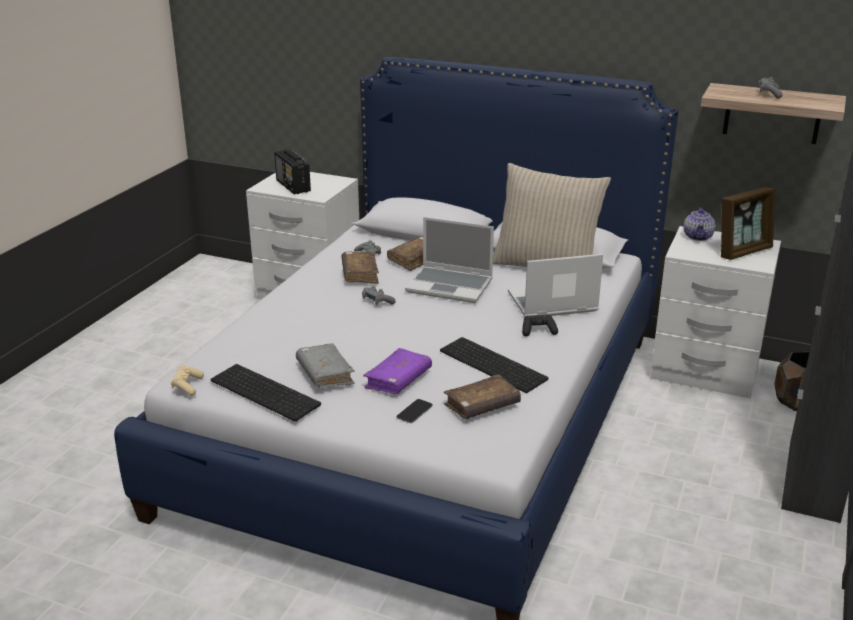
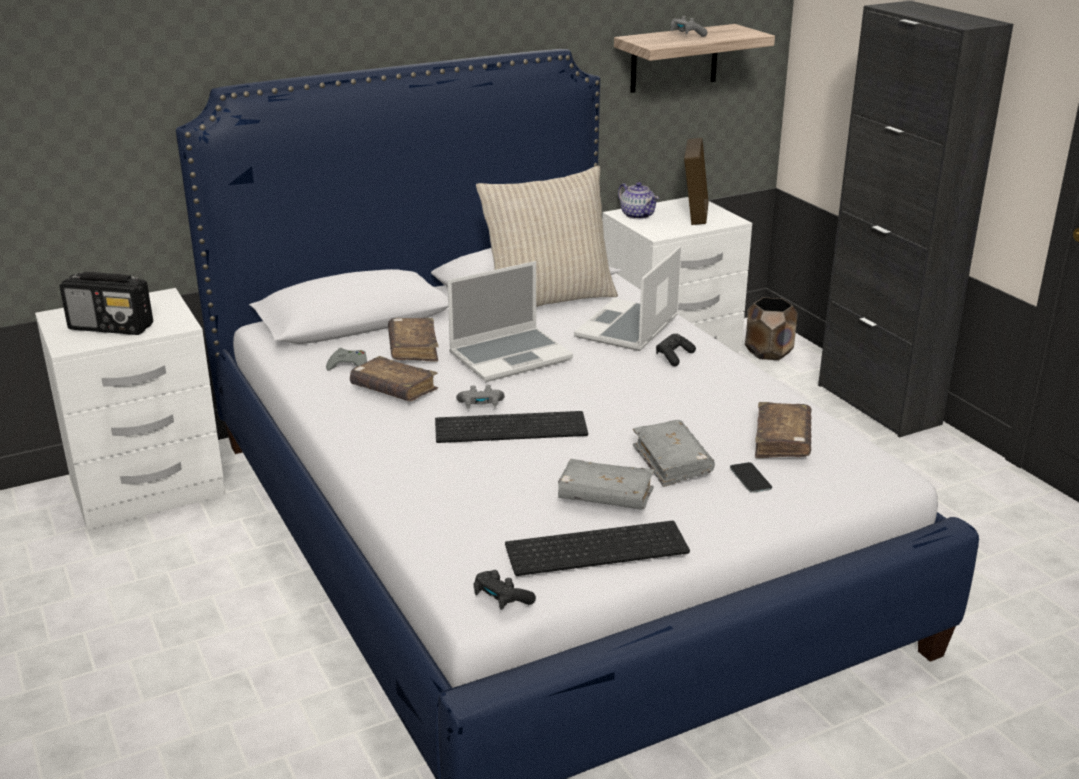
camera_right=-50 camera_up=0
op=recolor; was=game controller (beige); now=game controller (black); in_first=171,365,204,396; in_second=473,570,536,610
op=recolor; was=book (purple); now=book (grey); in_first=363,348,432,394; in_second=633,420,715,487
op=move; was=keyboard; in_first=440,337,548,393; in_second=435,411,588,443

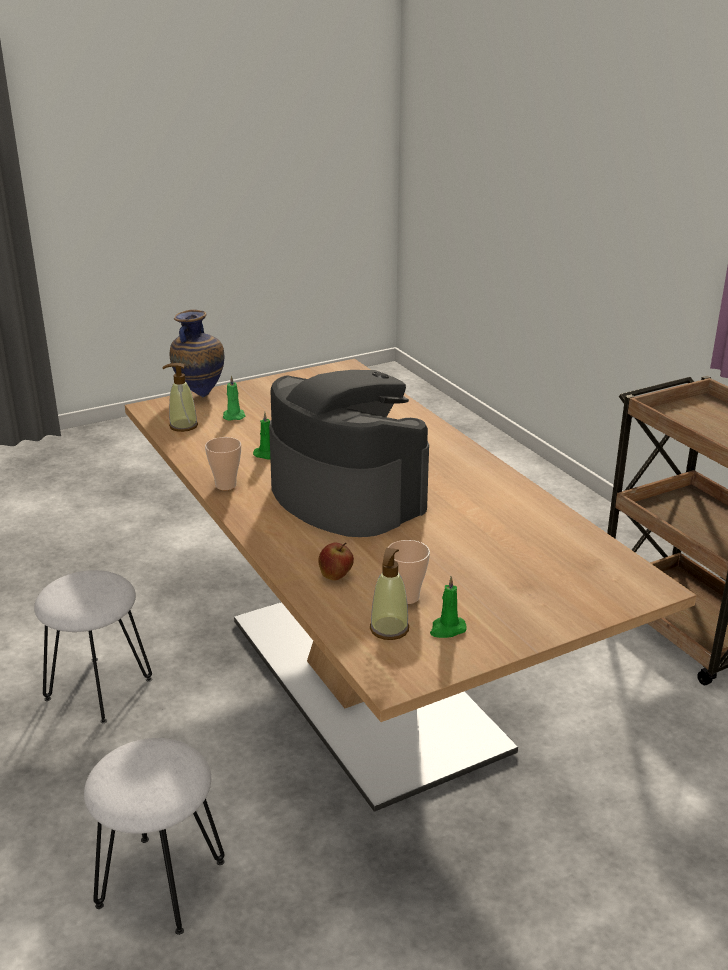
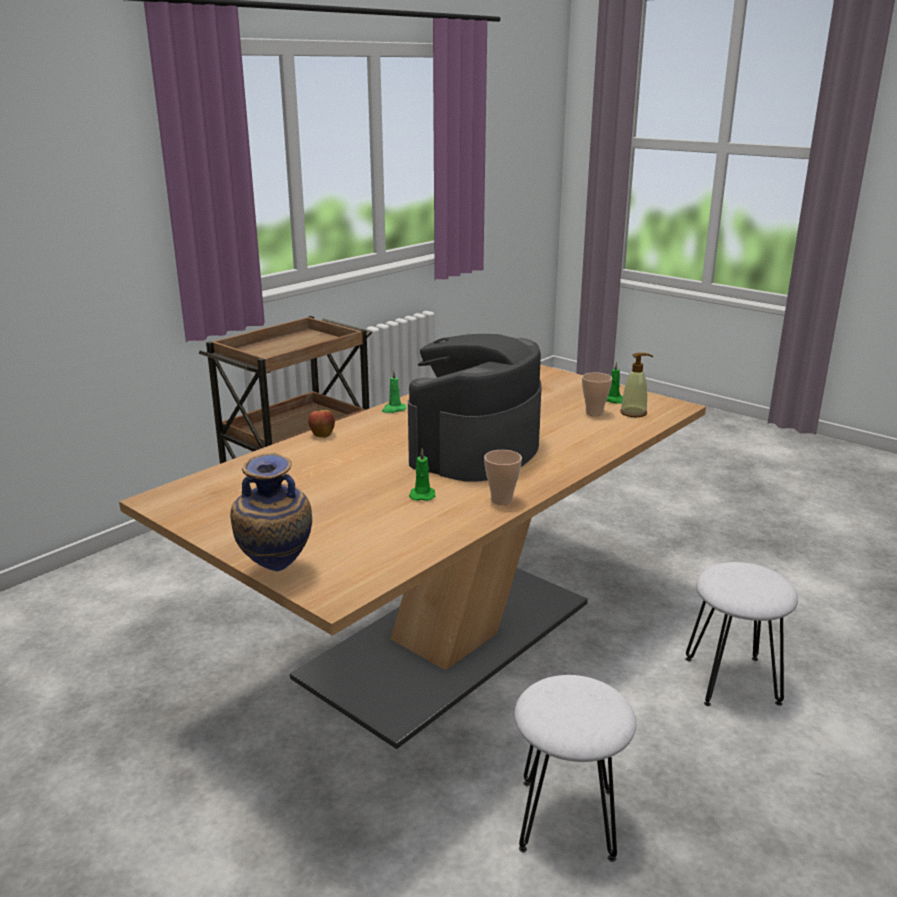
camera_right=-110 camera_up=-5
op=delete; was=soap dispenser; in_first=163,363,198,432
op=move; was=candle (green); in_first=223,375,246,421; in_second=382,370,407,413
op=move; was=apple; in_first=318,543,354,581; in_second=308,405,335,438

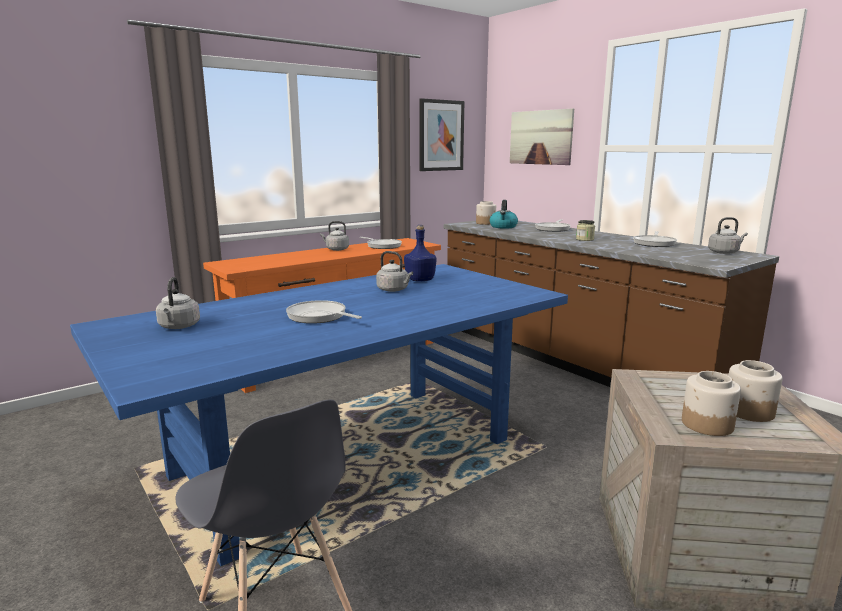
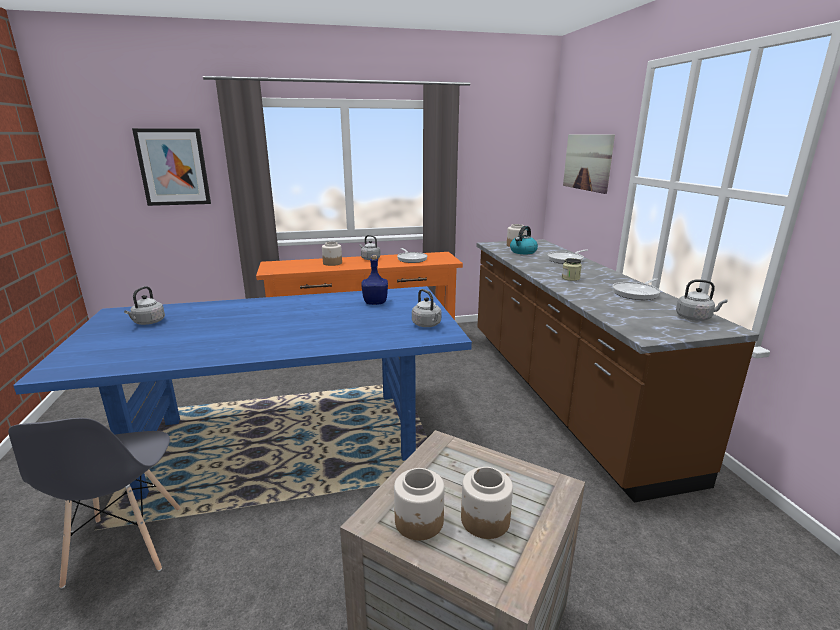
camera_right=25 camera_up=5
op=delete; was=frying pan; in_first=286,300,362,324
op=move; was=kettle (grey); in_first=376,251,413,292; in_second=412,289,441,327
op=move; was=picture; in_first=419,98,465,171; in_second=132,128,211,206
op=insert; now=jar; in_second=322,242,342,266

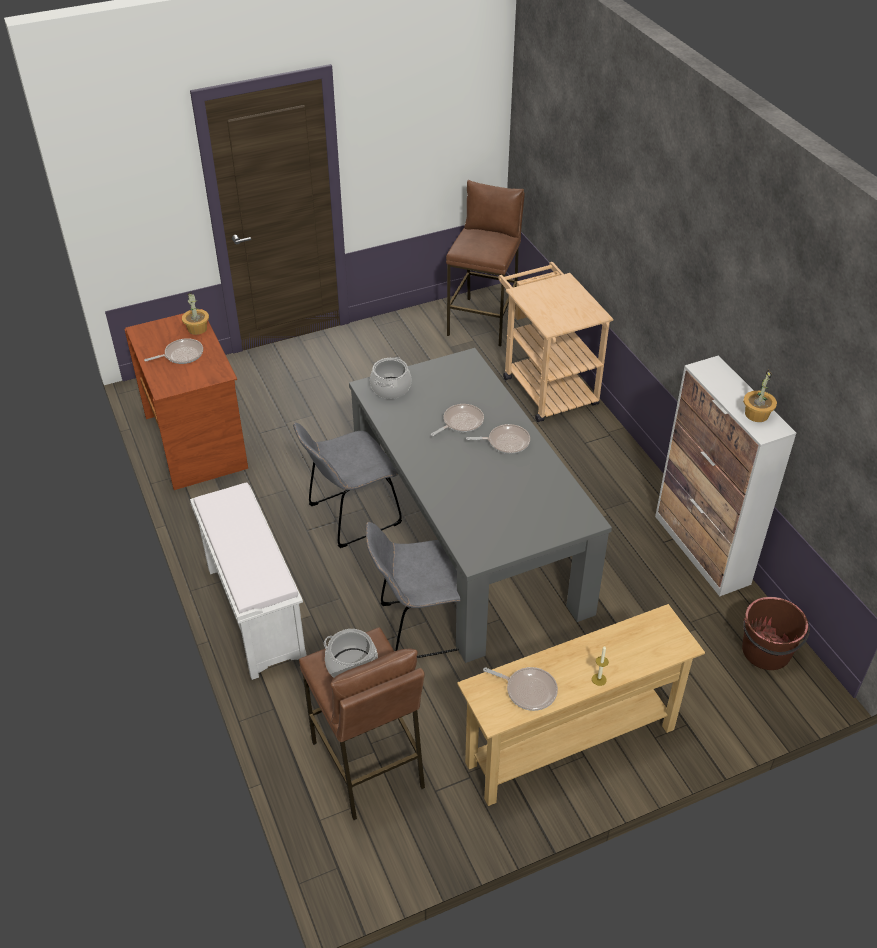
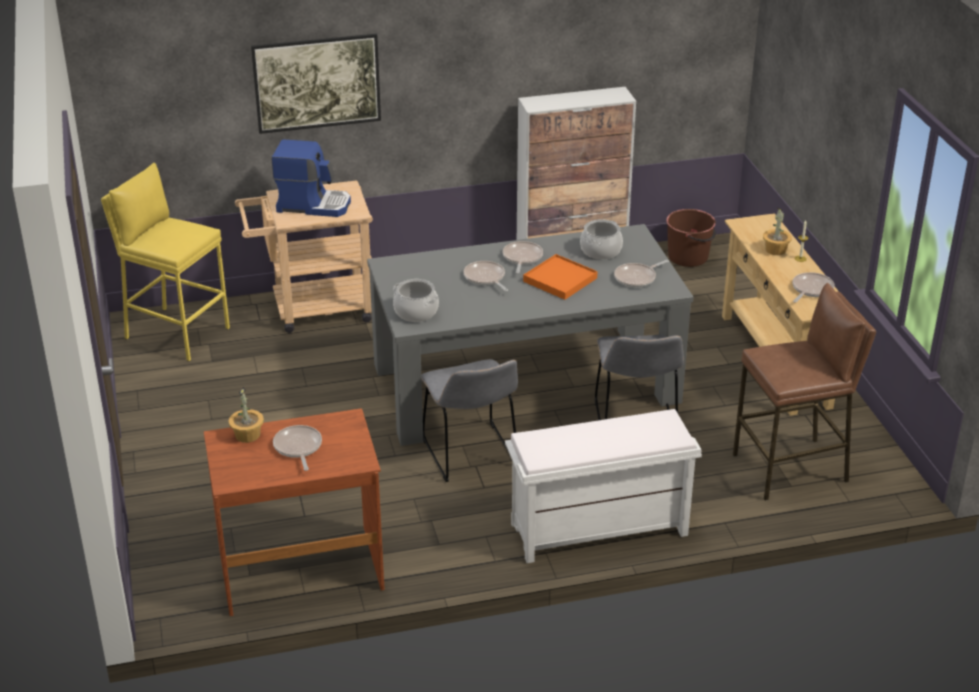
camera_right=-80 camera_up=-10
op=move; was=cooking pot; in_first=324,629,378,678; in_second=580,219,623,259
op=recolor; was=stool (brown); now=stool (yellow); in_first=446,180,525,346; in_second=101,163,230,361
op=move; was=potted plant; in_first=743,370,777,422; in_second=763,207,792,255
op=insert; now=picture; in_second=251,34,381,134
op=insert; now=coffee machine; in_second=272,139,351,217
op=insert; now=tray (orange); in_second=523,254,598,300
op=insert; now=frying pan; in_second=614,260,669,288

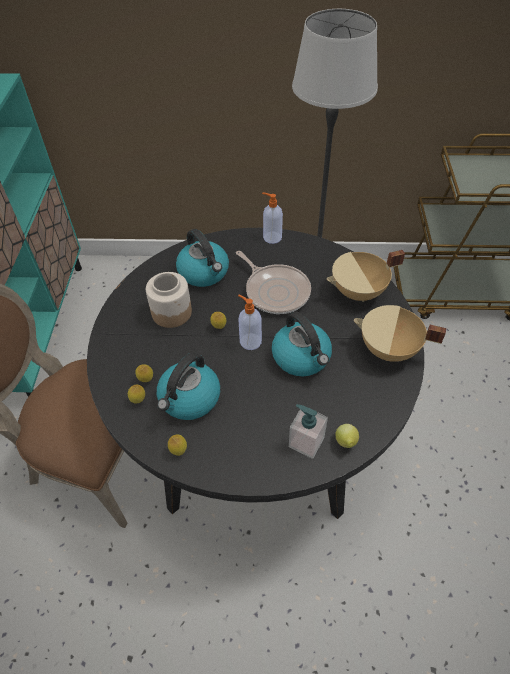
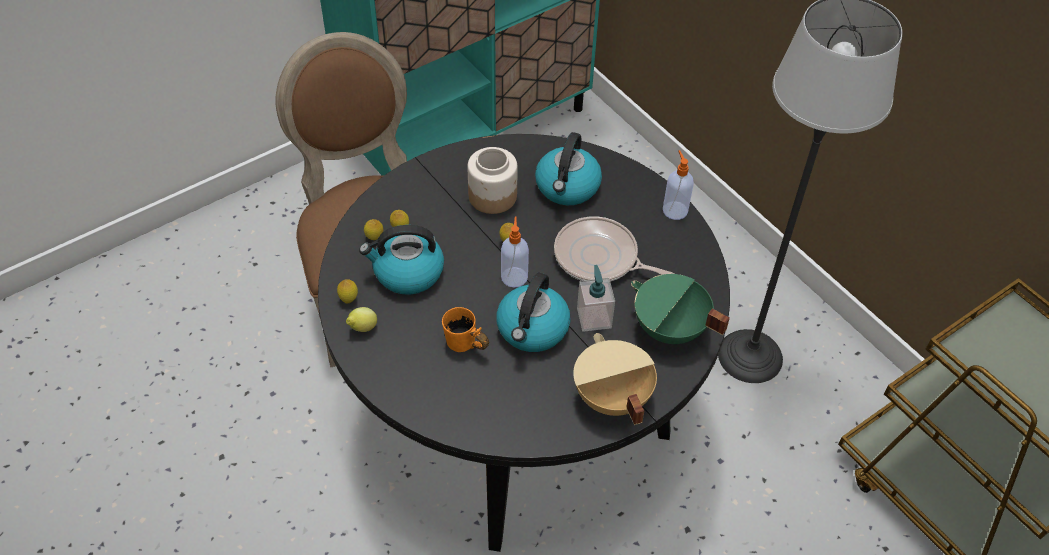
camera_right=50 camera_up=0
op=rotate; was=frying pan; in_first=236,251,311,314; in_second=554,217,674,282; clockwise=105
op=move; was=soap dispenser; in_first=289,404,328,459; in_second=577,265,615,332
op=recolor; was=cooking pot (beige); now=cooking pot (green); in_first=327,250,405,302; in_second=631,274,730,344
op=move; was=lemon; in_first=335,424,359,448; in_second=346,307,377,332
op=insert; now=mug (orange); in_second=442,307,489,352

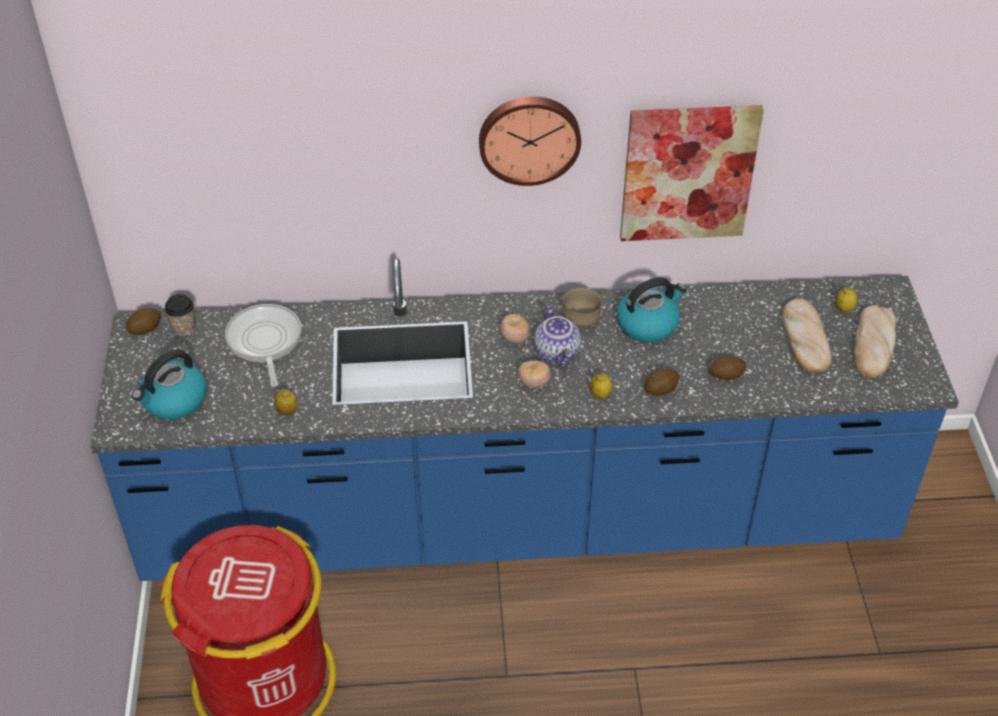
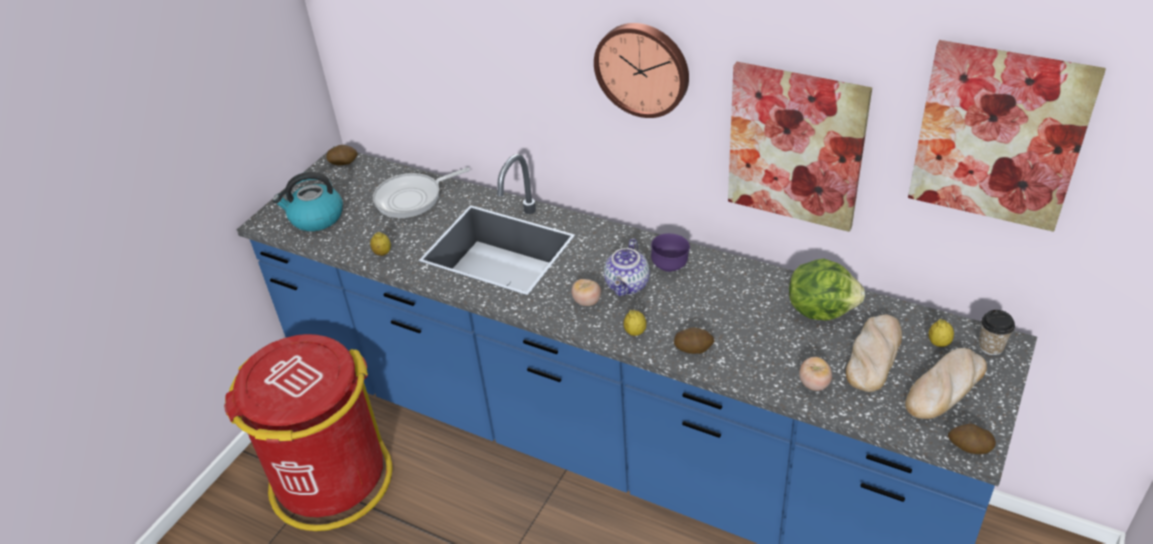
camera_right=35 camera_up=-5
op=move; was=cup; in_first=165,294,195,336; in_second=979,310,1015,355
op=rotate; was=frying pan; in_first=225,304,302,387; in_second=373,168,470,218; clockwise=-135
op=move; was=tomato; in_first=500,314,530,344; in_second=799,357,832,391
op=recolor; was=bowl (brown); now=bowl (purple); in_first=563,288,602,327; in_second=651,233,690,272
op=delete; was=kettle; in_first=617,277,687,343
op=move; was=potato; in_first=709,356,746,380; in_second=948,424,996,454
op=insert; now=lettuce; in_second=789,258,865,320
op=insert; now=picture; in_second=908,40,1106,232

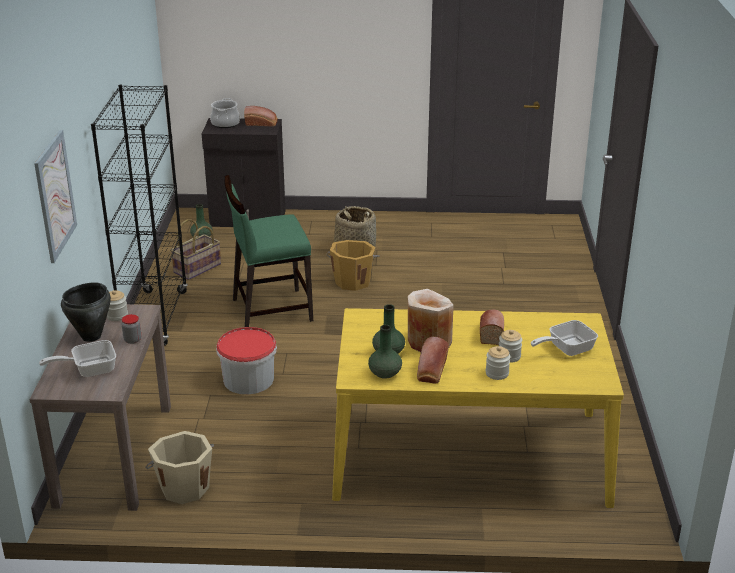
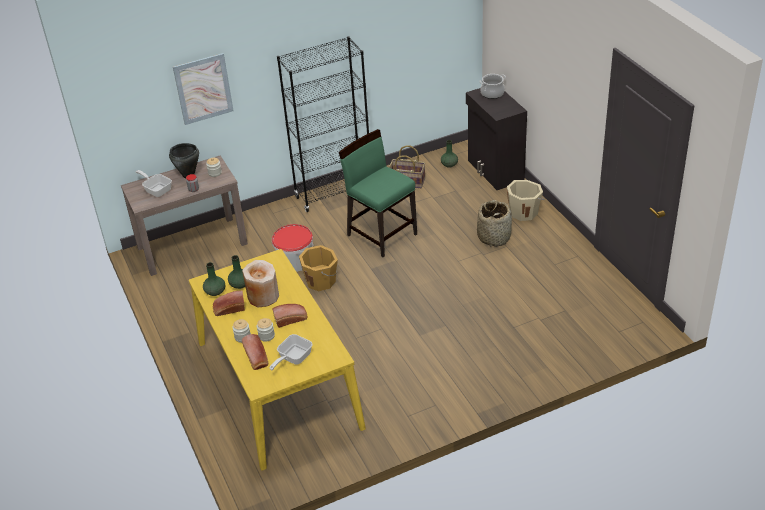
camera_right=65 camera_up=10
op=move; was=bucket (beige); in_first=145,431,214,504; in_second=507,180,545,221
op=move; was=bread; in_first=244,106,278,127; in_second=242,334,268,370
op=move; was=bucket (orange); in_first=326,240,380,291; in_second=299,245,338,291
op=rotate; was=frying pan; in_first=531,320,598,356; in_second=269,334,312,370; clockwise=-90

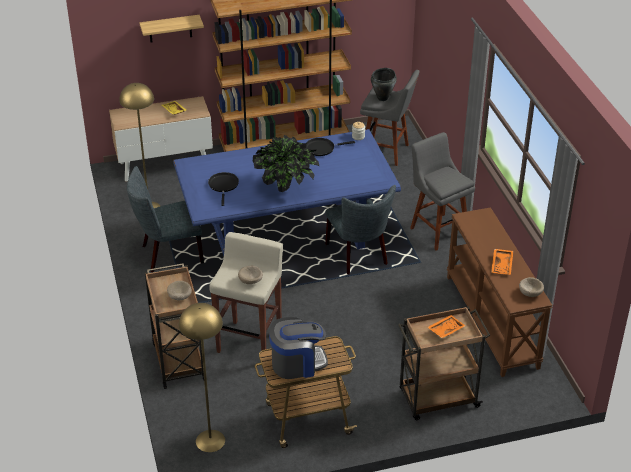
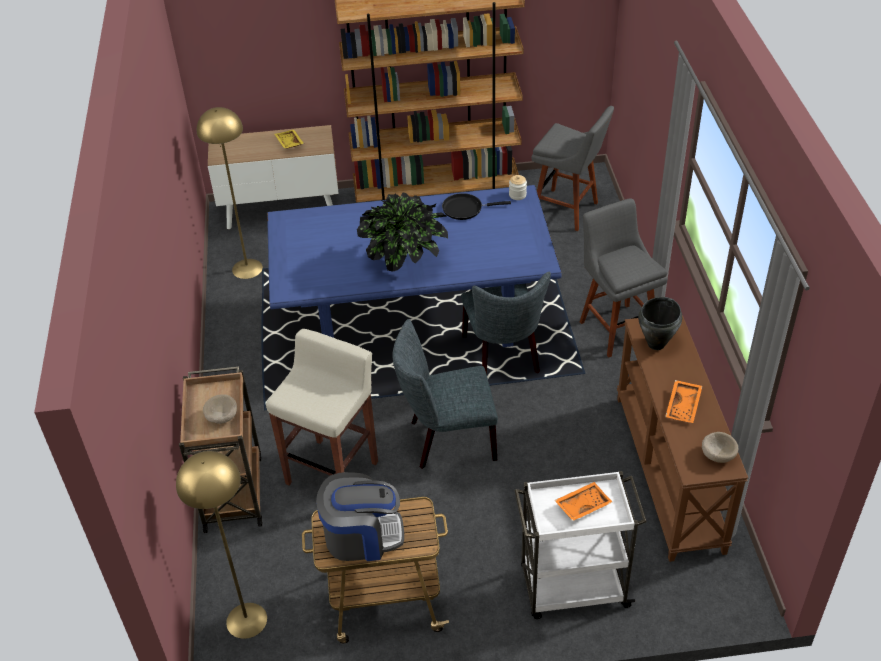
camera_right=10 camera_up=5
op=move; was=chair (grey); in_first=127,166,204,272; in_second=392,319,498,469
op=delete; was=shelf; in_first=139,15,204,43
op=delete; was=frying pan (black); in_first=208,172,239,206
op=delete; was=bowl (beige); in_first=238,265,263,284
op=move; was=cooking pot (black); in_first=371,68,397,101; in_second=638,297,682,350
op=recolor; was=cart (brown); now=cart (white); in_first=398,306,491,420; in_second=515,471,647,619

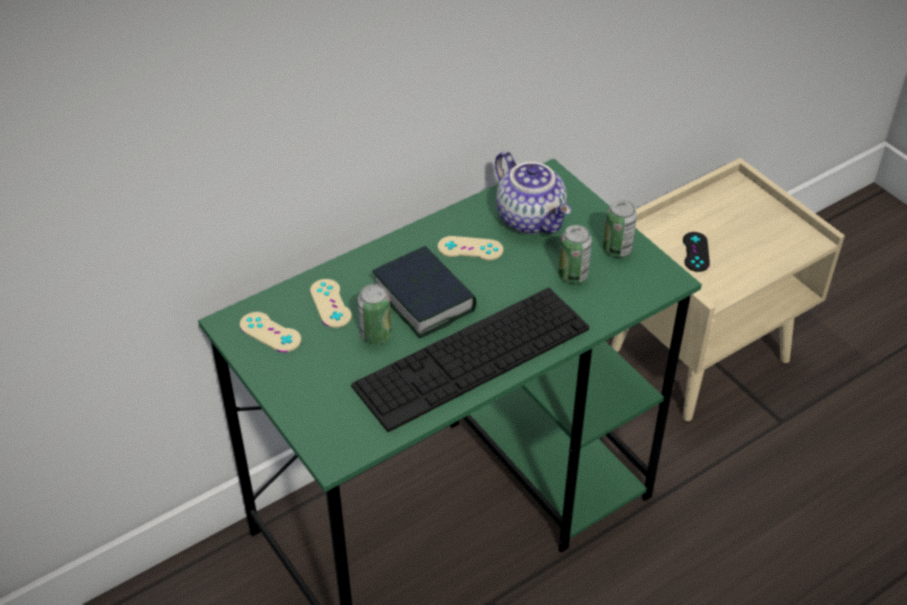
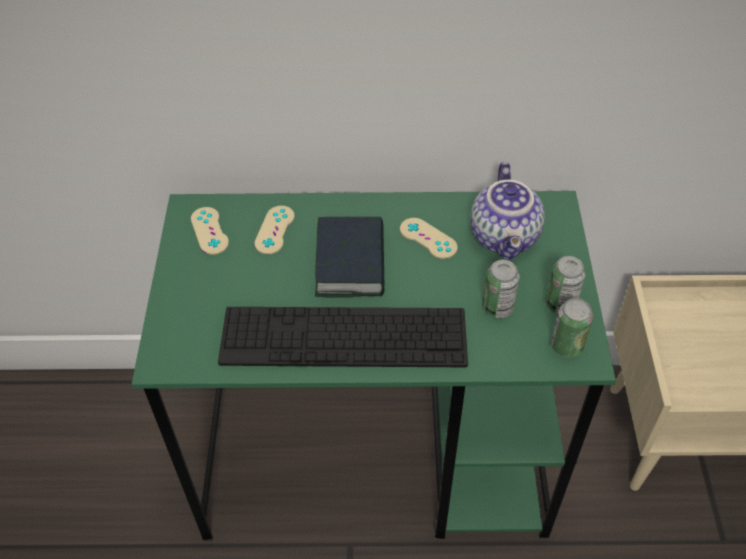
camera_right=35 camera_up=5
op=move; was=can; in_first=357,284,392,344; in_second=551,298,593,358
op=delete; was=game controller (black); in_first=683,232,710,272

